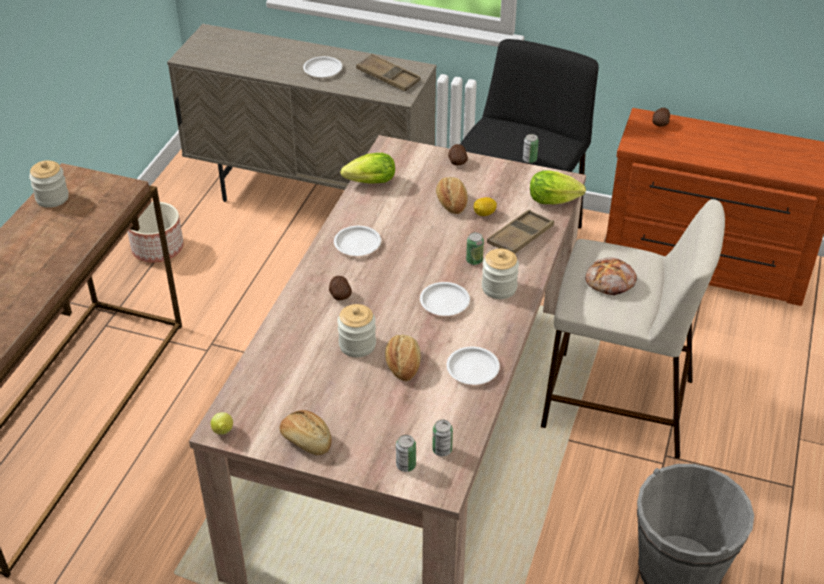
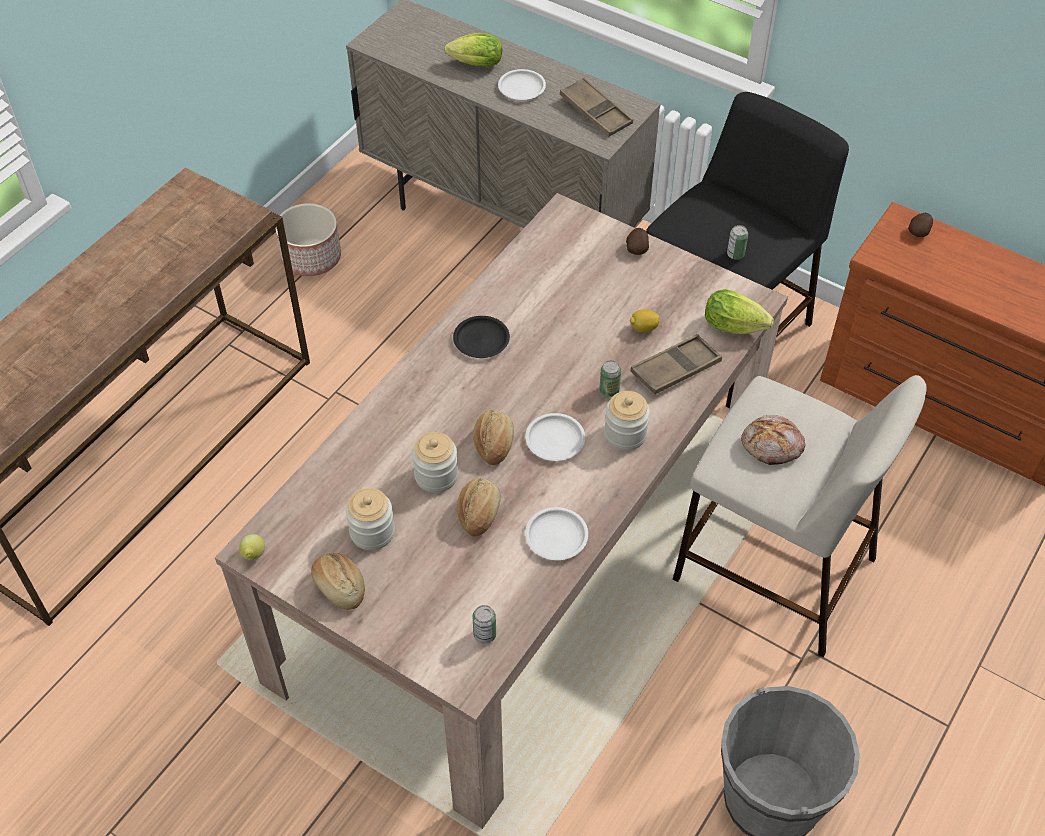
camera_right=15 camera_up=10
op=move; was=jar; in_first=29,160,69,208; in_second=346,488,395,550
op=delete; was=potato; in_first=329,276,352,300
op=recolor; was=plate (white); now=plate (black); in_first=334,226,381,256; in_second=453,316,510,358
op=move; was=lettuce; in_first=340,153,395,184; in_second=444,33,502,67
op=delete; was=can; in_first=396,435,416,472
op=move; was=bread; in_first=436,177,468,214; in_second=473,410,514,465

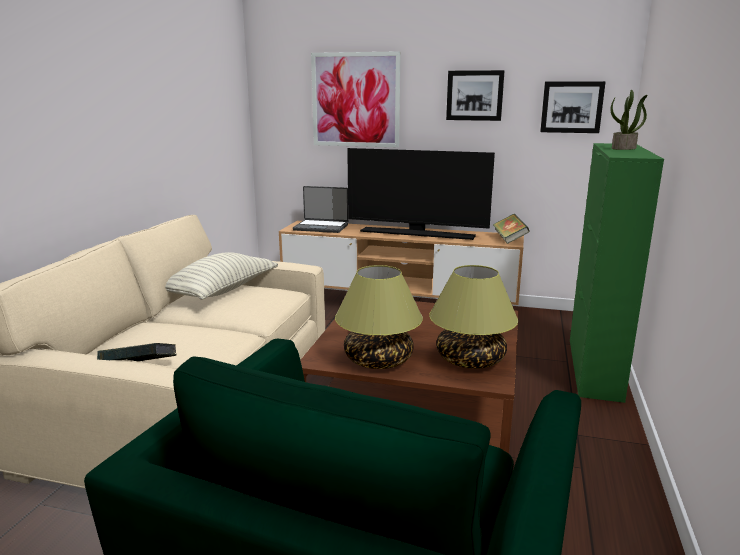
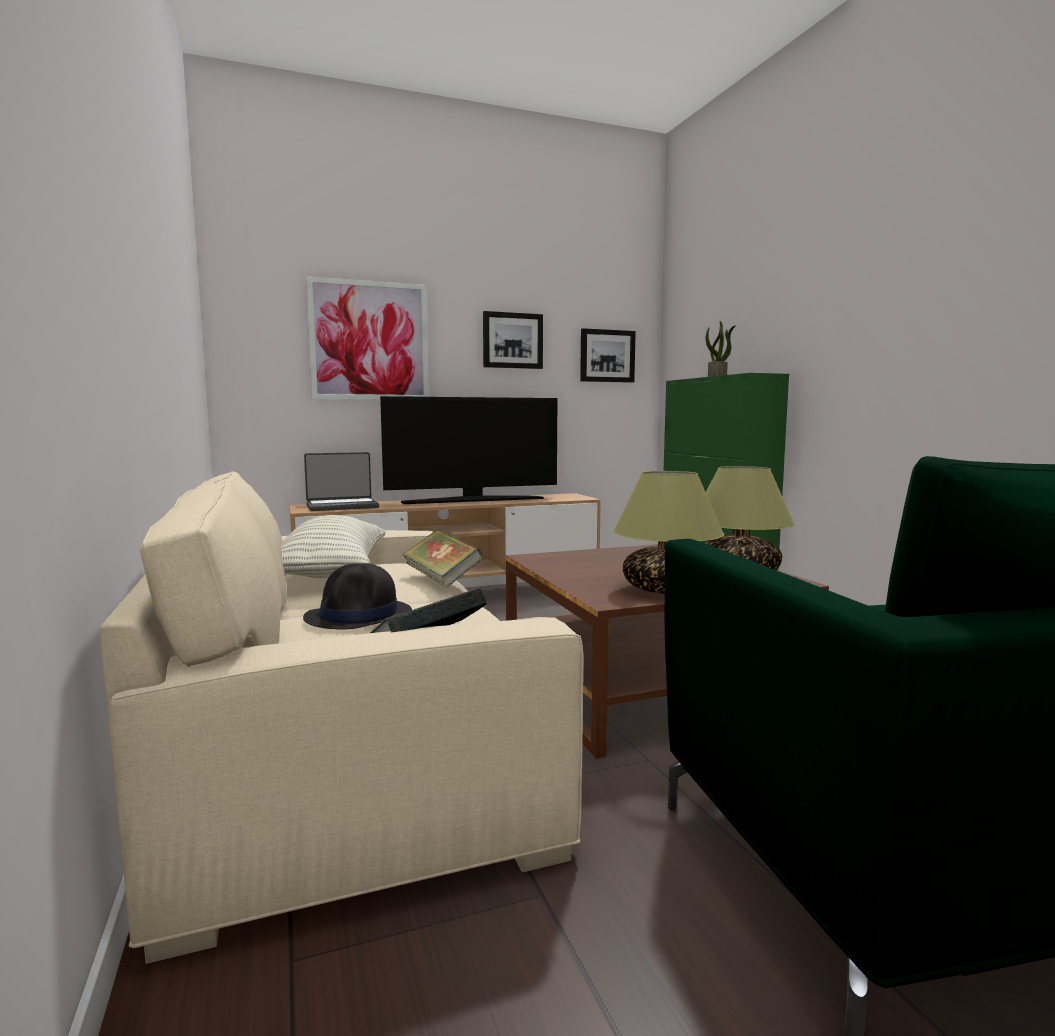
camera_right=-35 camera_up=-10
op=move; was=book; in_first=493,214,530,244; in_second=402,529,483,587
op=insert; now=hat (black); in_second=303,563,412,630

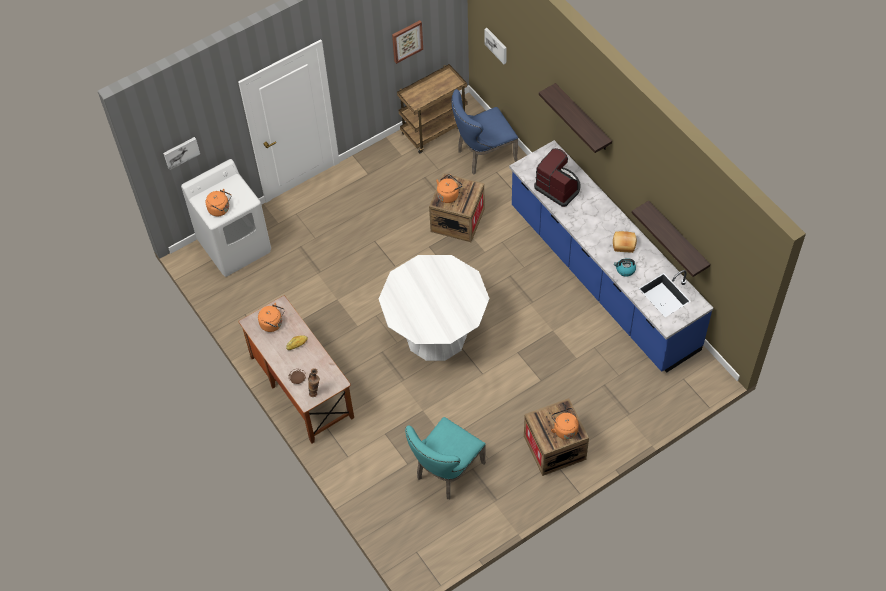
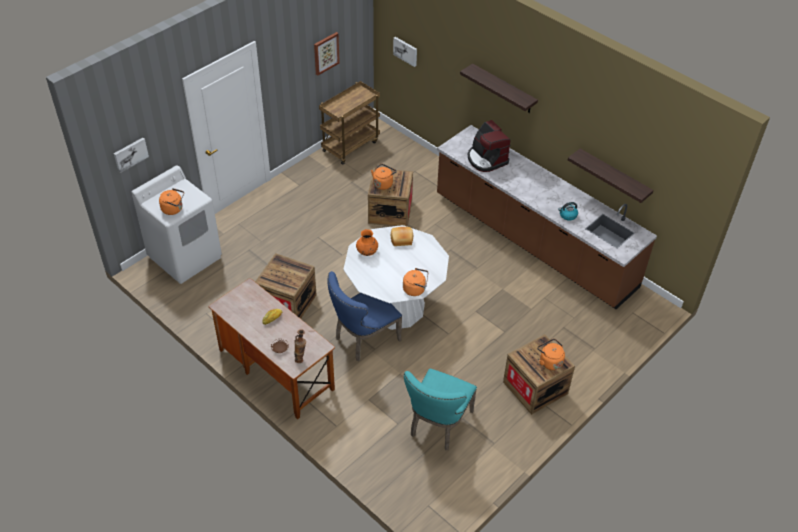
camera_right=-15 camera_up=-10
op=move; was=kettle (orange); in_first=258,303,285,332; in_second=403,268,428,296
op=move; was=chair (blue); in_first=452,89,518,175; in_second=327,271,402,361
op=recolor; was=counter (blue); now=counter (brown); in_first=509,140,714,372; in_second=437,125,657,309
op=rotate; was=coffee machine; in_first=534,148,580,207; in_second=468,120,510,172; clockwise=-150
op=move; was=bread; in_first=613,231,637,253; in_second=391,227,413,246
op=insert; now=crate; in_second=255,253,317,319
op=insert; now=vase (orange); in_second=356,229,378,256

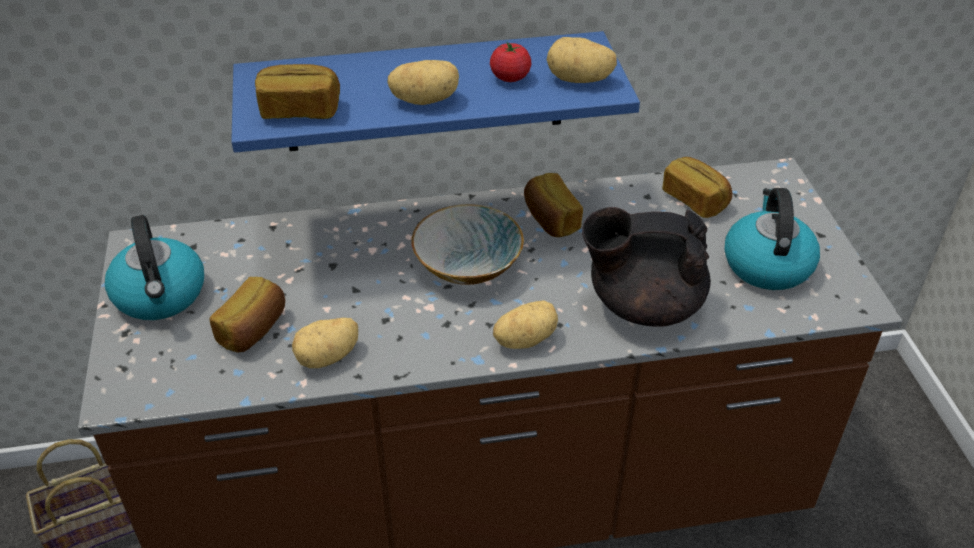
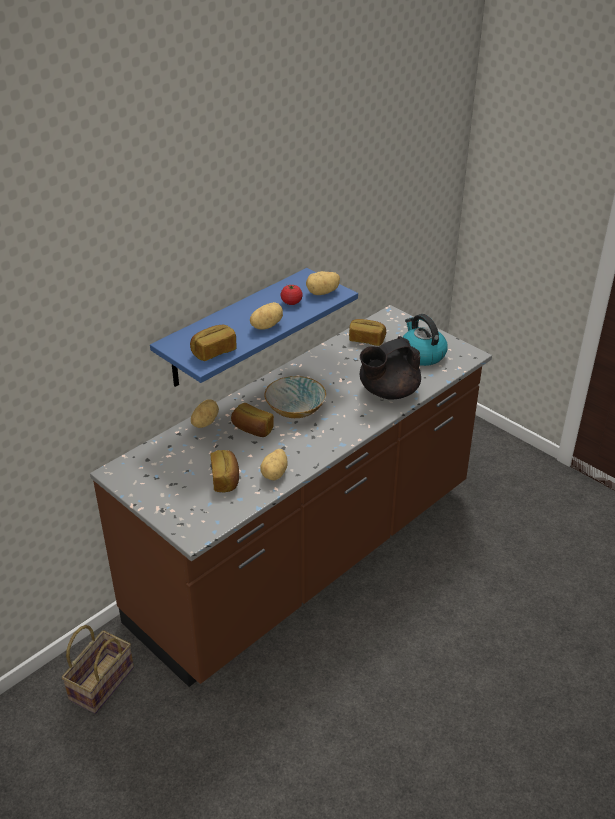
camera_right=-35 camera_up=-5
op=delete; was=kettle; in_first=105,215,204,320
op=move; was=potato; in_first=493,300,558,349; in_second=191,399,219,428
op=move; was=bread; in_first=524,173,583,237; in_second=231,403,274,437

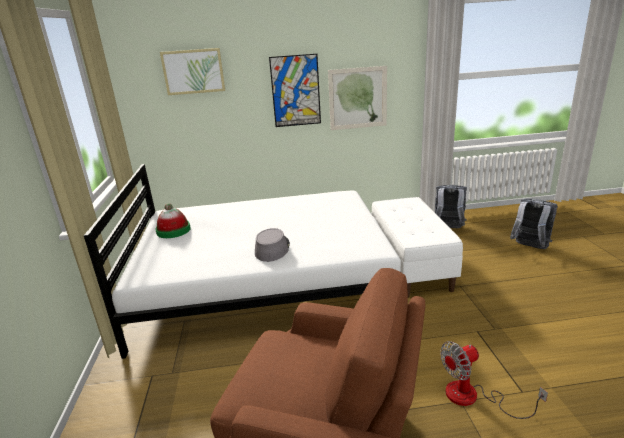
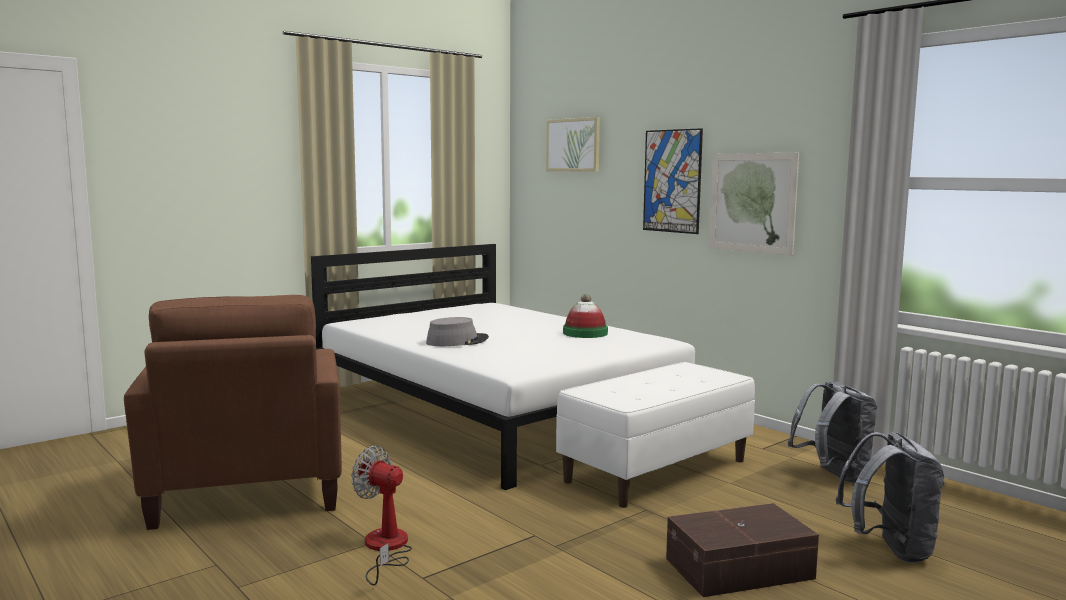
camera_right=55 camera_up=-15
op=move; was=hat; in_first=155,203,191,238; in_second=563,294,608,338
op=insert; now=storage box (brown); in_second=666,503,819,597

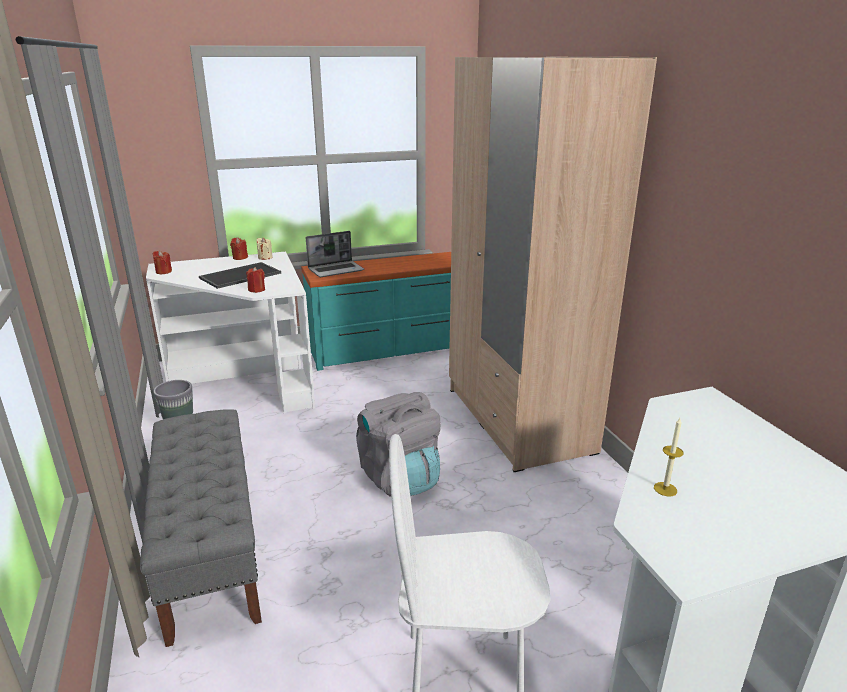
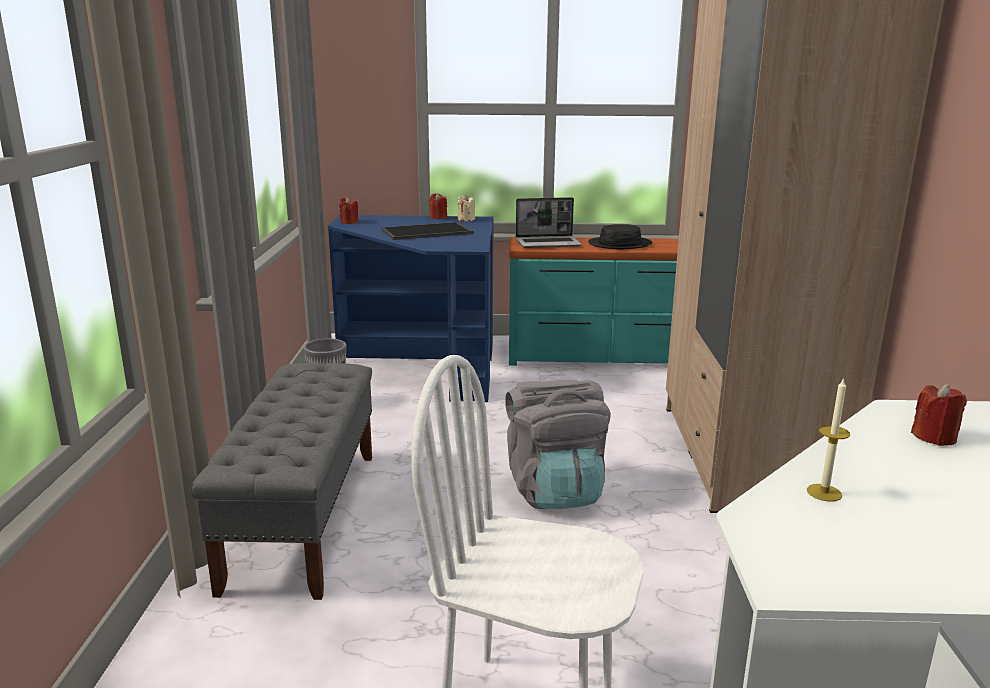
camera_right=20 camera_up=-5
op=recolor; was=desk (white); now=desk (blue); in_first=146,251,315,413; in_second=328,215,493,402
op=move; was=candle (red); in_first=246,267,265,293; in_second=911,384,967,446
op=insert; now=hat (black); in_second=588,224,652,249

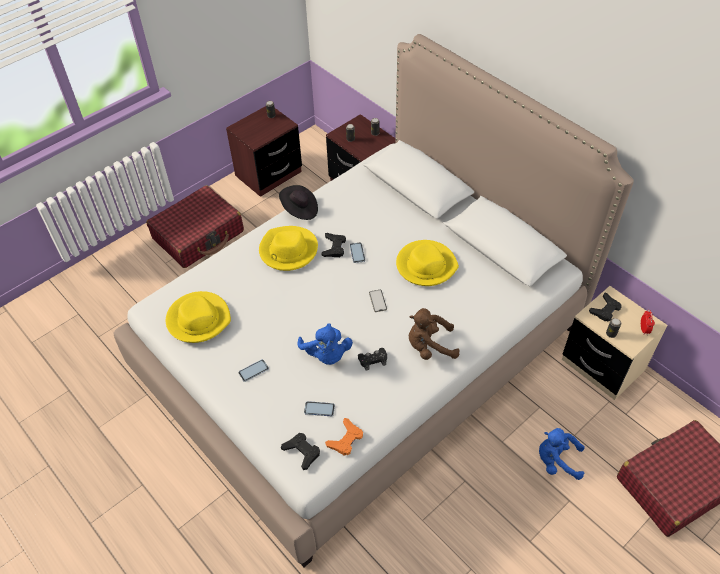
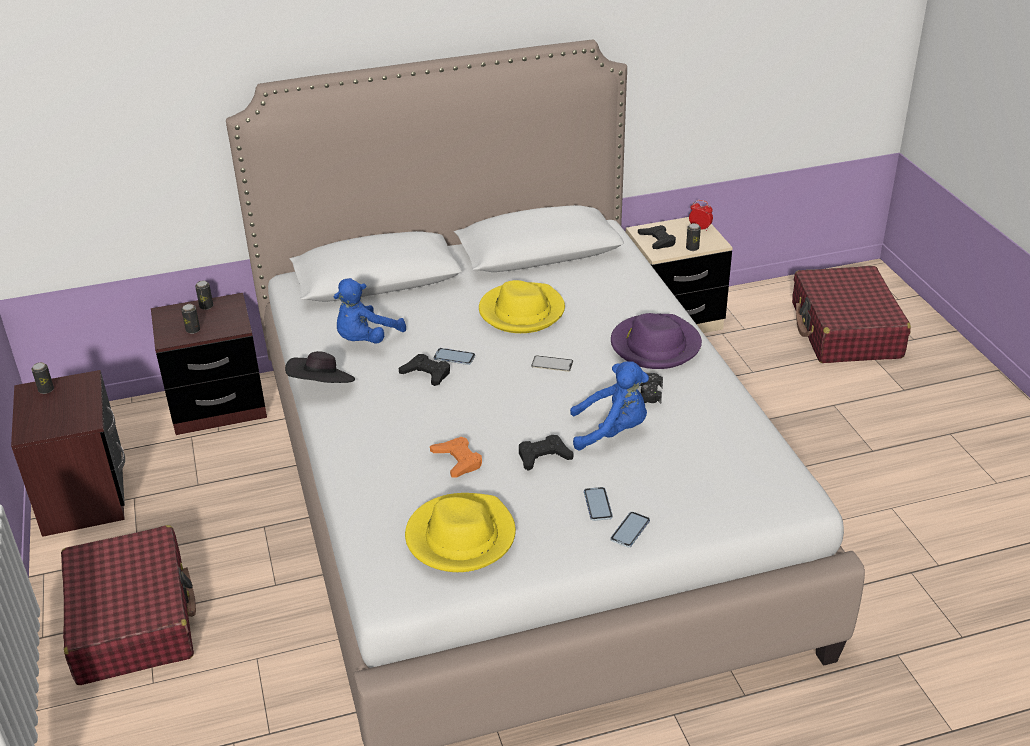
camera_right=-65 camera_up=-15
op=delete; was=hat (yellow); in_first=259,226,318,271
op=move; was=game controller (black); in_first=281,433,320,470; in_second=519,435,574,471
op=move; was=phone; in_first=304,401,335,416; in_second=610,512,650,547
op=move; was=game controller (orange); in_first=325,418,363,456; in_second=430,437,482,477
op=replace; was=plush toy (brown); now=hat (purple); in_first=409,308,460,360; in_second=611,313,702,369
op=move; was=plush toy (blue); in_first=539,428,585,480; in_second=334,278,406,343

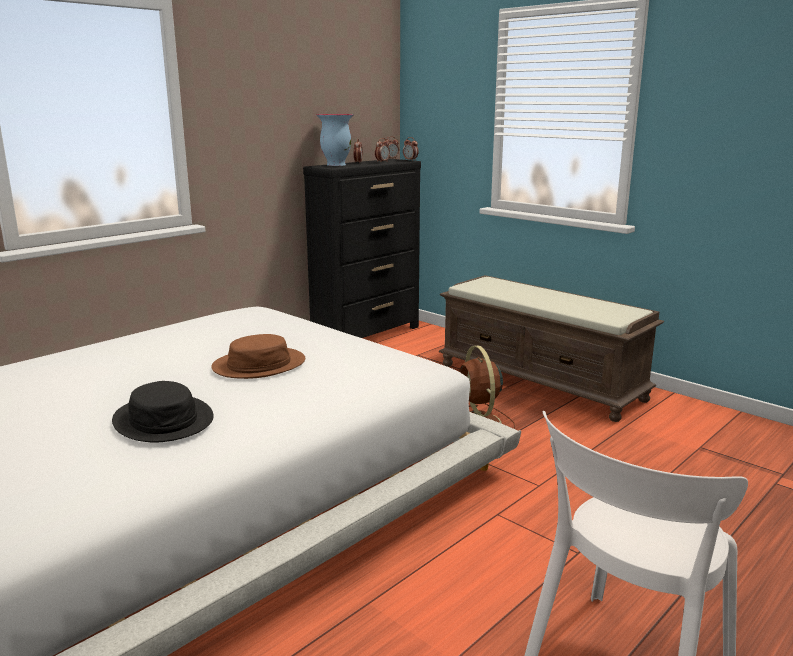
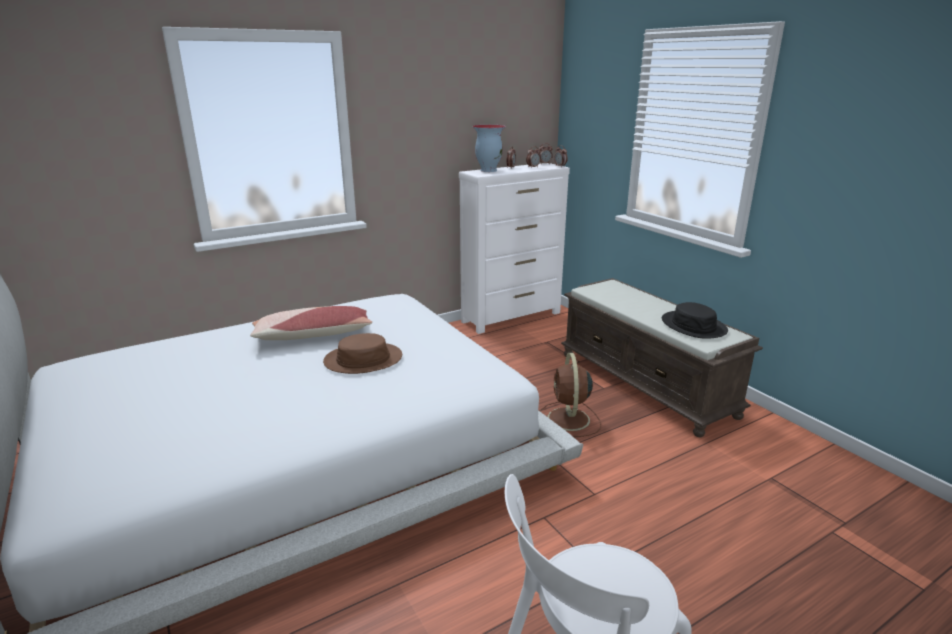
camera_right=15 camera_up=5
op=move; was=hat (black); in_first=112,381,214,442; in_second=662,302,728,339
op=recolor; was=dresser (black); now=dresser (white); in_first=303,159,421,338; in_second=459,163,570,334
op=insert; now=pillow; in_second=250,306,372,340

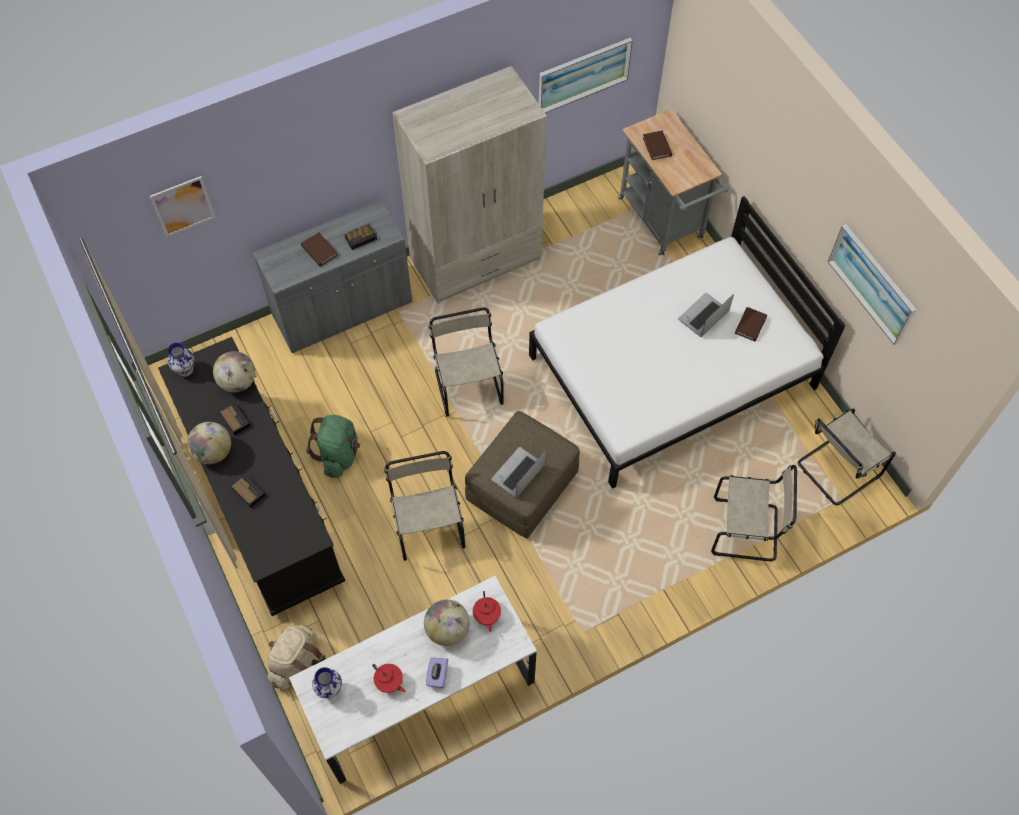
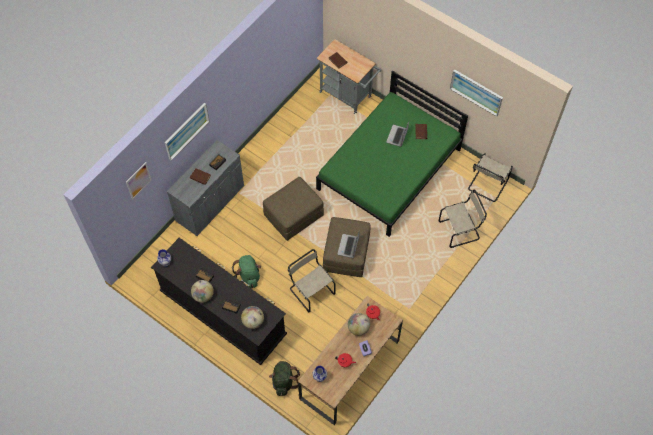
camera_right=-25 camera_up=0
op=move; was=globe; in_first=213,351,255,393; in_second=241,306,264,329
op=recolor; was=backpack (beige); now=backpack (green); in_first=268,625,326,690; in_second=269,361,300,396
op=recolor; was=desk (white); now=desk (brown); in_first=289,576,537,784; in_second=298,296,403,425
op=delete; was=wardrobe (beige); in_first=392,66,547,304
op=replace; was=chair (beige); now=ottoman (brown); in_first=429,307,504,417; in_second=263,177,324,241
op=recolor; was=bed (white); now=bed (green); in_first=529,196,846,489; in_second=316,71,468,237
op=move; was=picture; in_first=539,38,633,113; in_second=165,103,210,161

